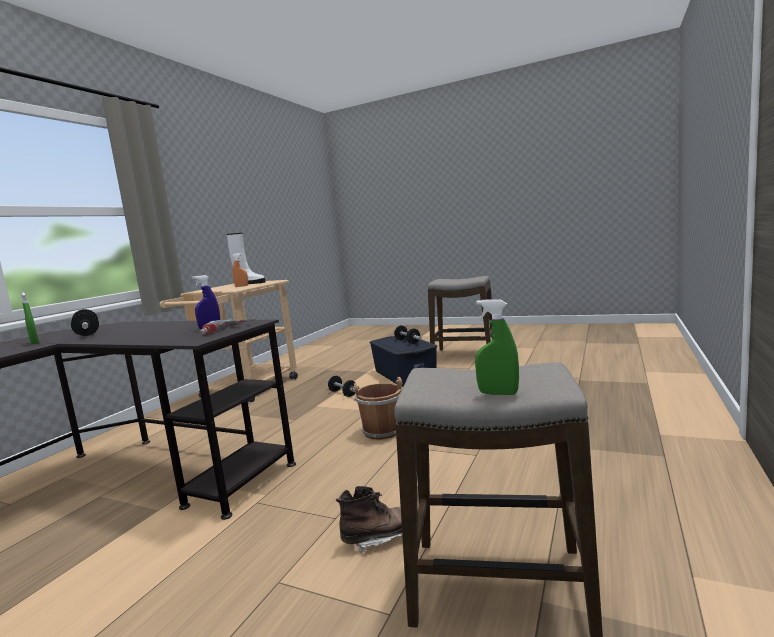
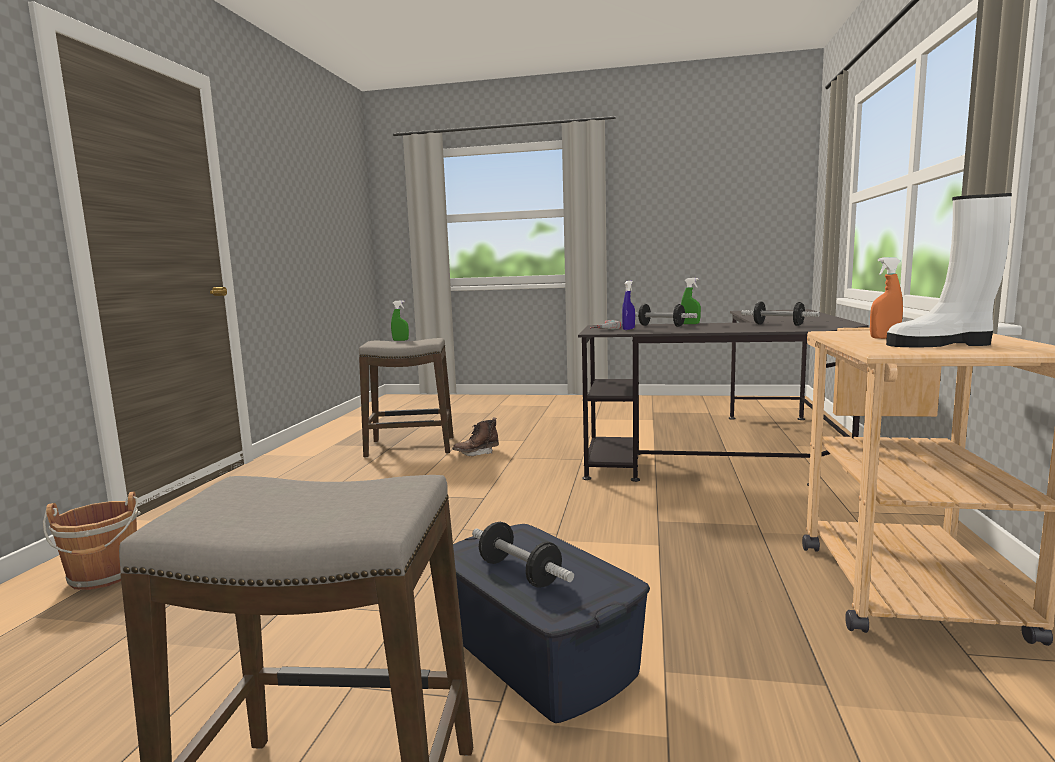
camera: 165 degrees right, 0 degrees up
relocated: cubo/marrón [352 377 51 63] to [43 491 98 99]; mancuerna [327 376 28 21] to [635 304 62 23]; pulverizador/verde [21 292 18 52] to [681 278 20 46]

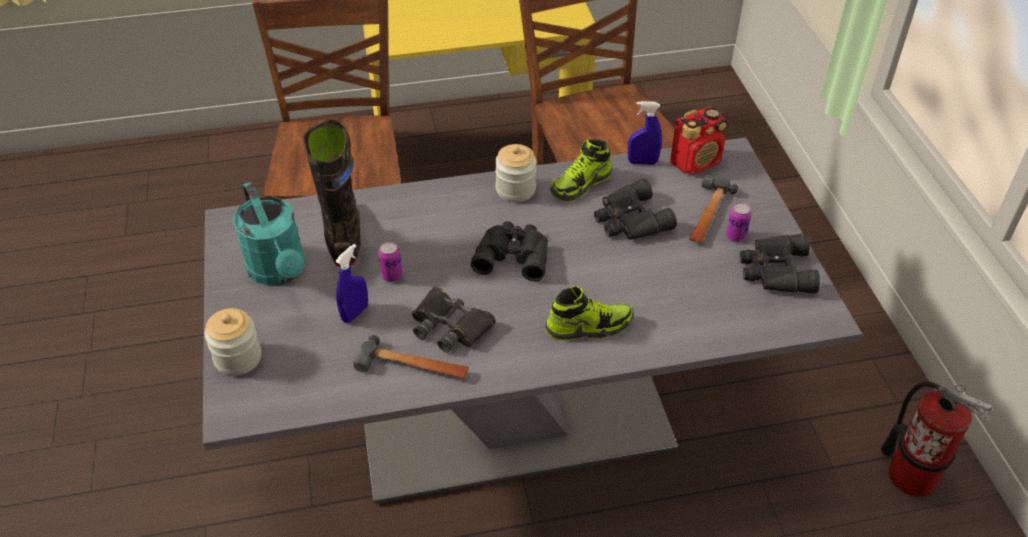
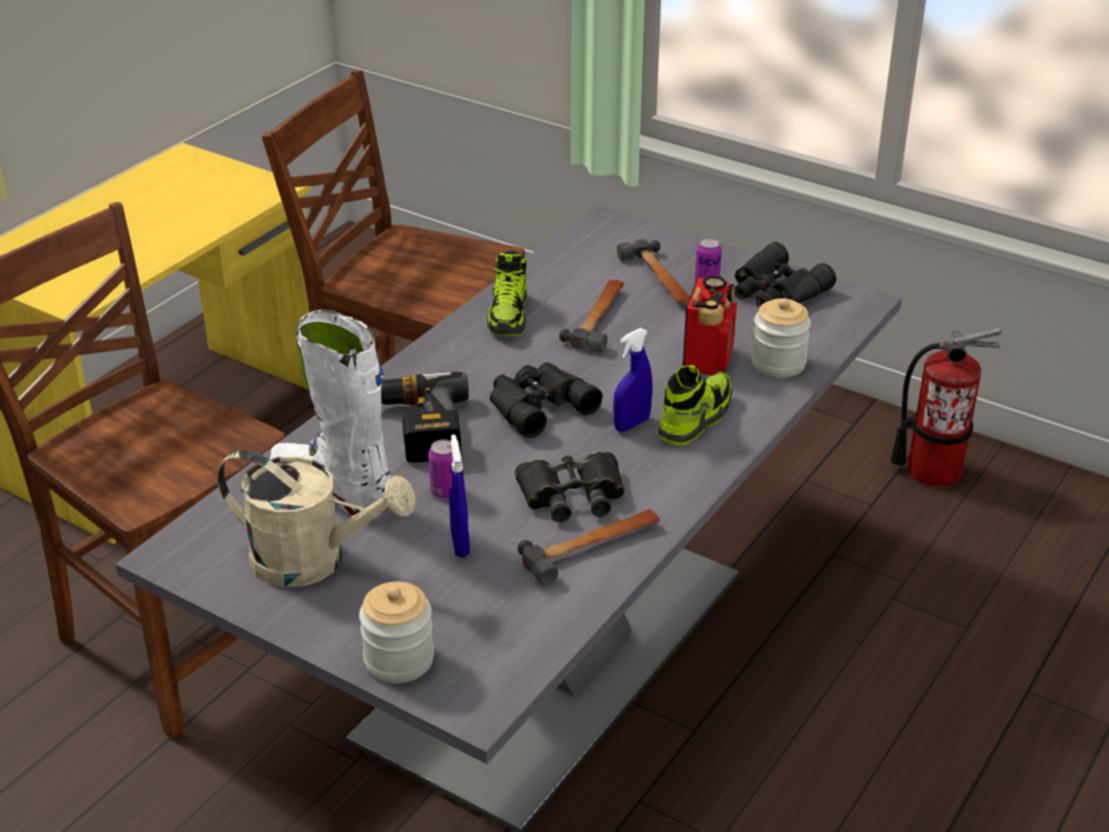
camera: 45 degrees left, 10 degrees down
appeared: taladro [381 372 88 90]
relocated: pulverizador/azul [628 101 34 64] to [613 328 39 104]; radio [670 106 58 69] to [682 276 55 99]; tarro [495 144 42 58] to [751 298 60 80]
exchanged: prismáticos/negro [594 178 83 62] to martillo [559 280 65 72]
colour: regadera/turquesa [233 182 72 104] to regadera/beis [217 450 199 137]; bota/negro [303 119 58 148] to bota/blanco [270 310 122 205]

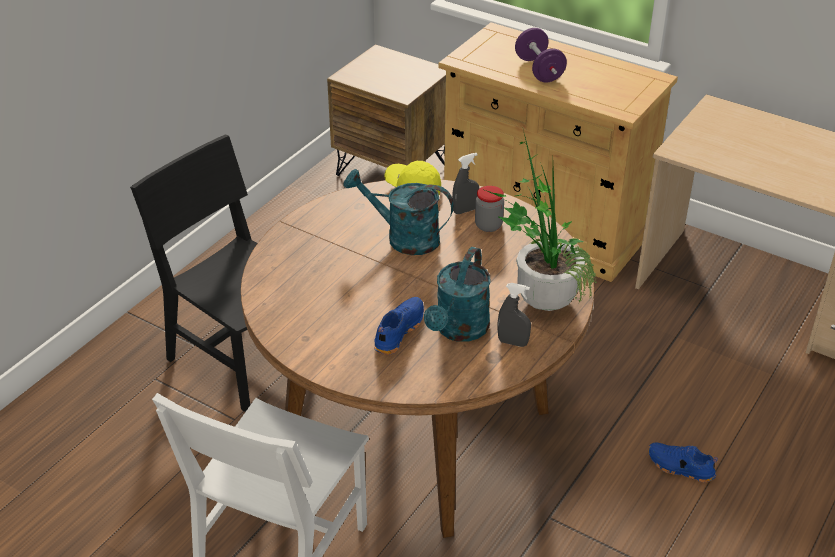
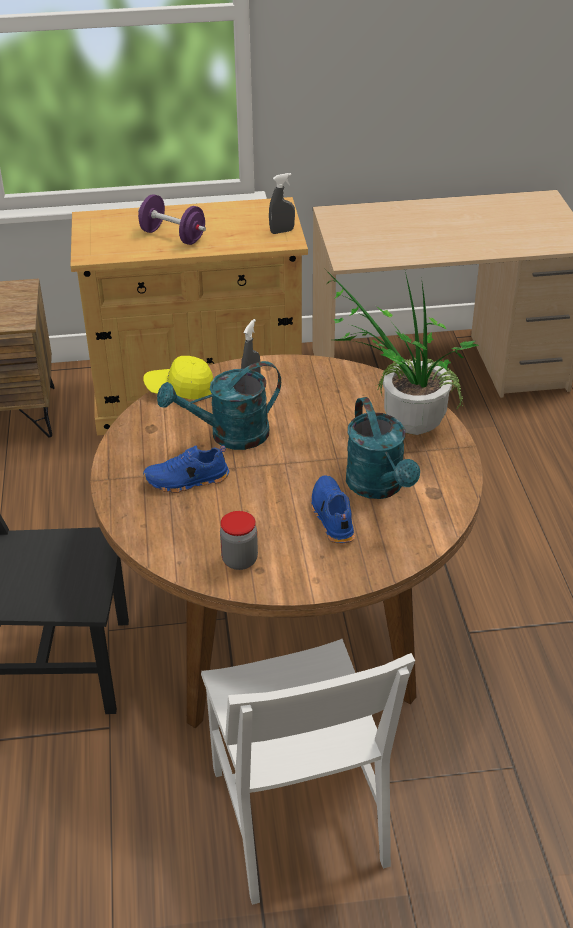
camera: 40 degrees left, 0 degrees up
relocated: zapato/azul [649 443 69 40] to [143 445 86 48]; tarro [475 186 29 46] to [220 511 38 59]; pulverizador/gris [498 283 33 64] to [269 173 26 61]

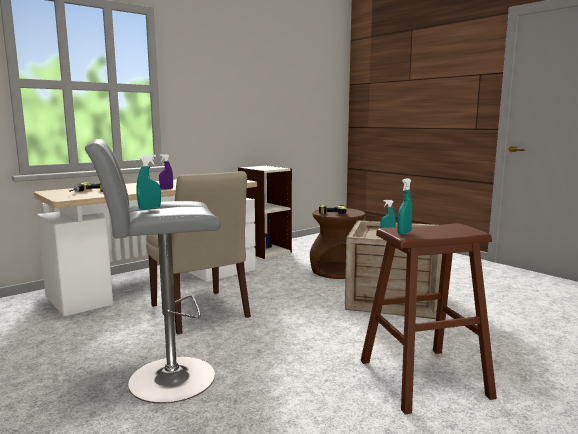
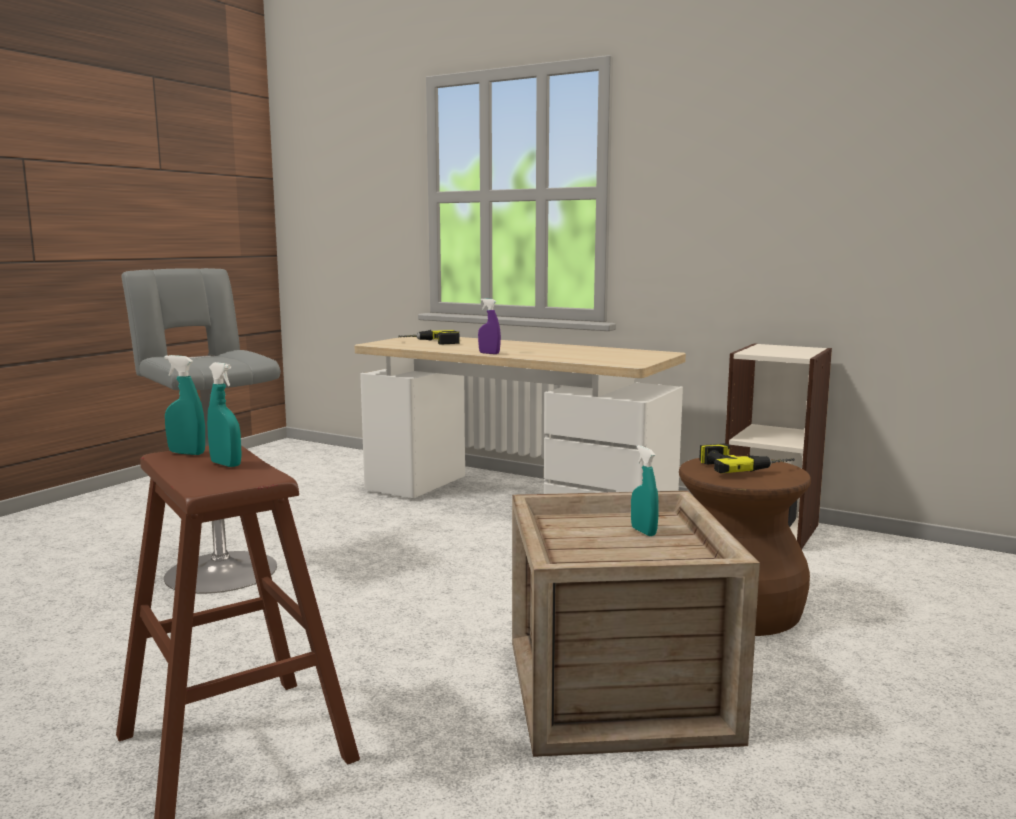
camera: 70 degrees right, 0 degrees up
missing: silla/beis [146 171 105 163]
relocated: pulverizador/turquesa [136 154 25 56] to [207 362 35 105]

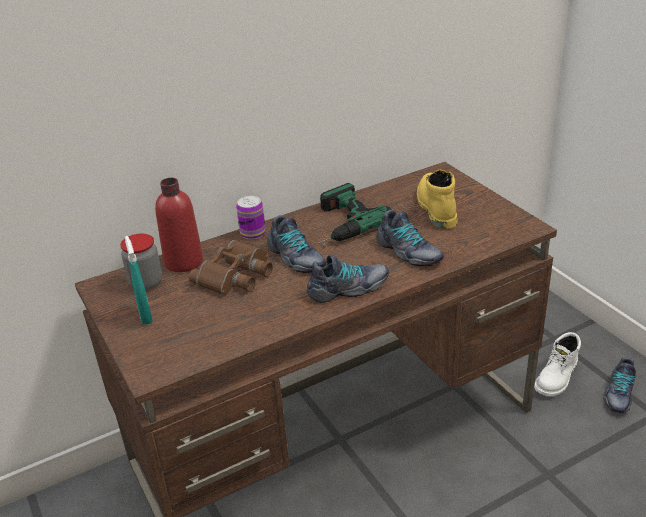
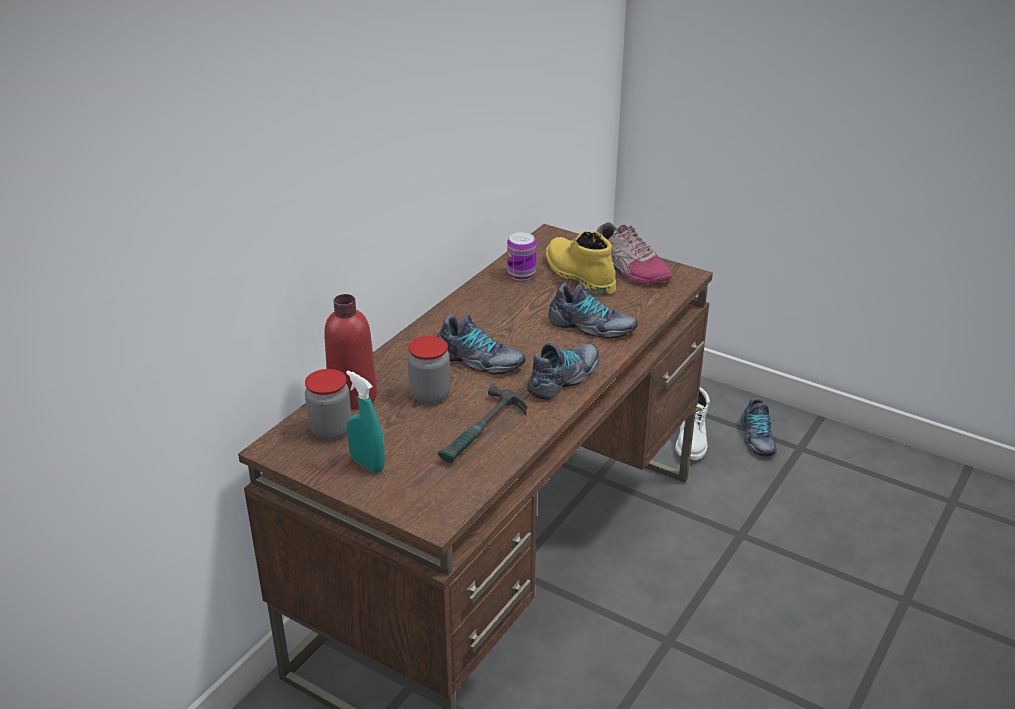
camera: 30 degrees left, 0 degrees up
missing: taladro [318 183 73 61]
appeared: martillo [438 385 89 78]; zapato [596 222 76 62]
relocated: lata [236 196 30 44] to [507 232 29 48]
exchanged: prismáticos/marrón [189 240 84 55] to tarro [407 336 43 68]

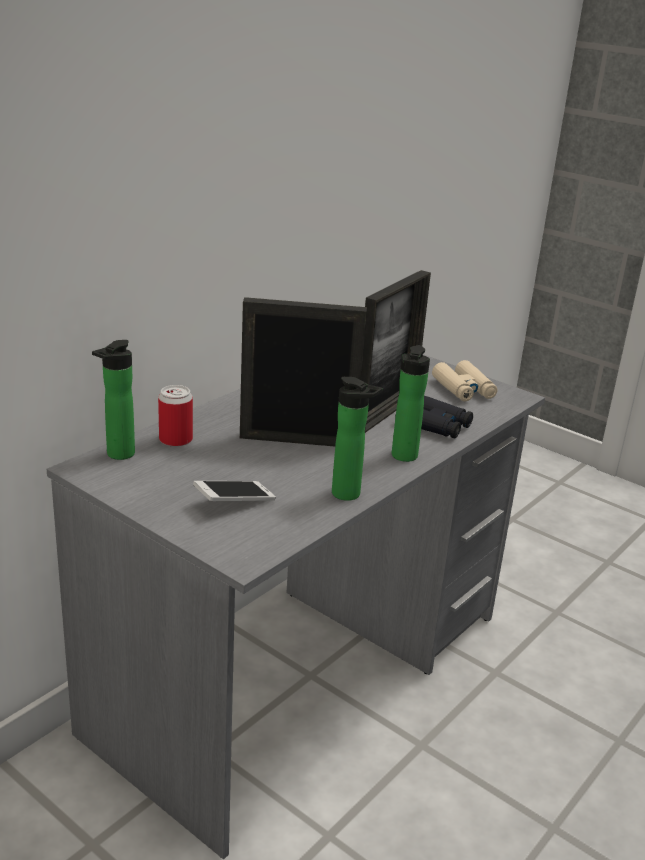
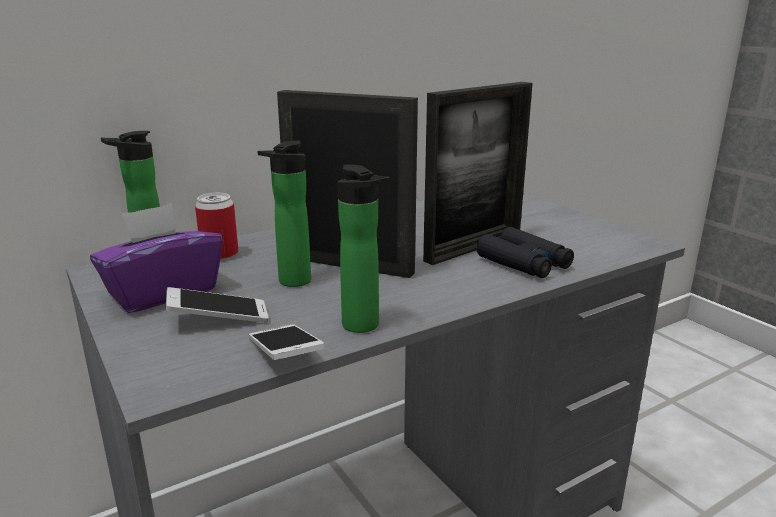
camera: 20 degrees right, 5 degrees down
missing: prismáticos/beis [432 360 65 41]
appeared: caja de pañuelos/morado [90 204 133 109]; móvil [249 324 76 36]
relocated: botella [392 345 38 117] to [258 141 53 146]

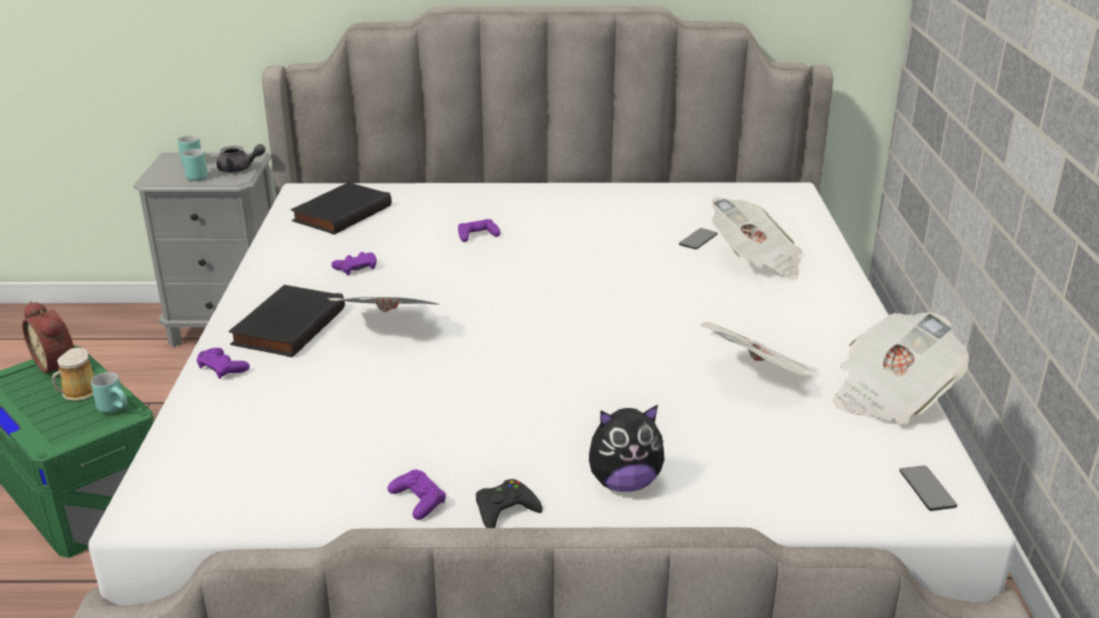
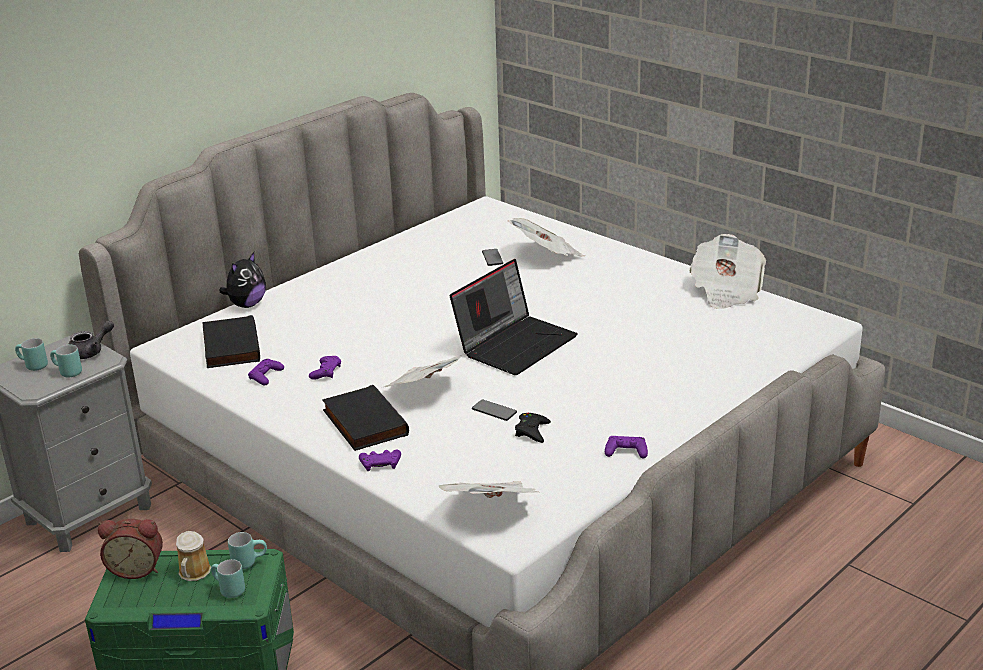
camera: 45 degrees left, 0 degrees up
appeared: taza grande/turquesa [211 559 34 39]; portátil [450 259 128 116]
relocated: peluche [589 405 75 87] to [220 252 46 56]; mando de consola/morado [458 219 42 23] to [248 359 36 26]; periódico [701 322 117 55] to [438 481 100 17]; móvil [900 466 57 45] to [472 399 45 22]; mando de consola/negro [476 479 66 49] to [515 412 36 31]

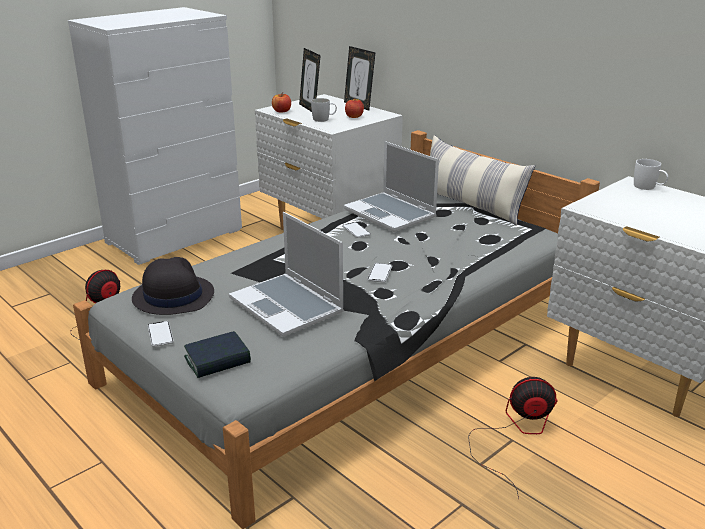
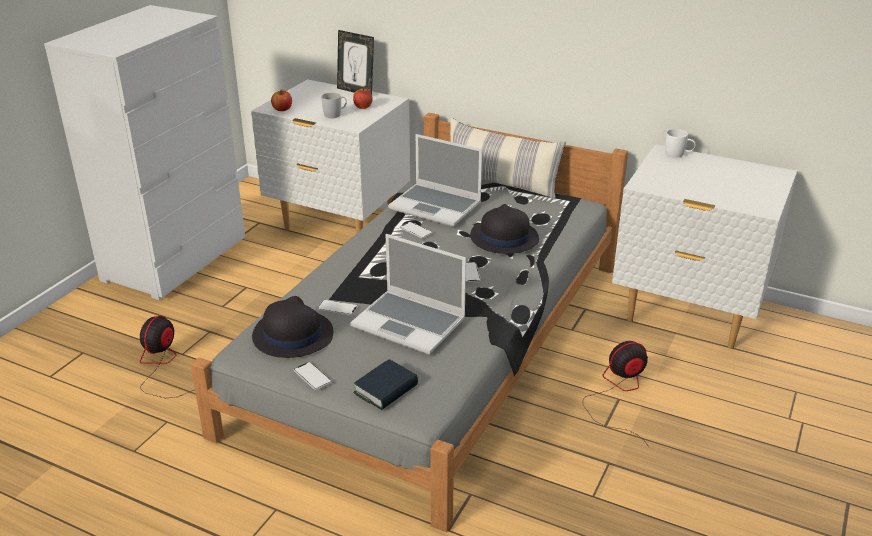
camera: 20 degrees left, 5 degrees up
missing: portarretratos [299 48 22 64]
appeared: móvil [317 299 41 17]; sombrero/negro [470 204 69 50]

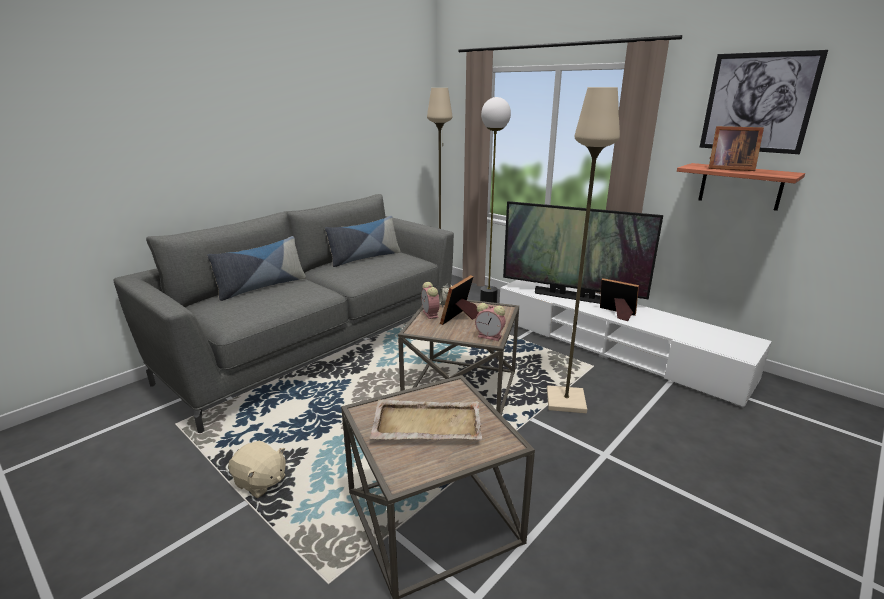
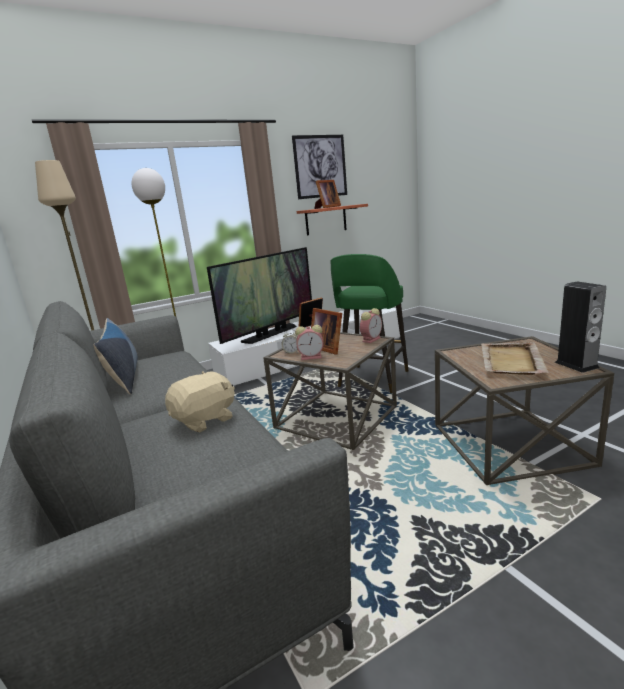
camera: 70 degrees left, 5 degrees down
missing: cojín [207 236 99 65]
appeared: altavoz [555 281 51 92]
relocated: peluche/beis [228 441 58 57] to [165 371 70 61]
exchanged: lámpara de pie/beis [547 87 73 326] to taburete/verde [330 254 79 139]

